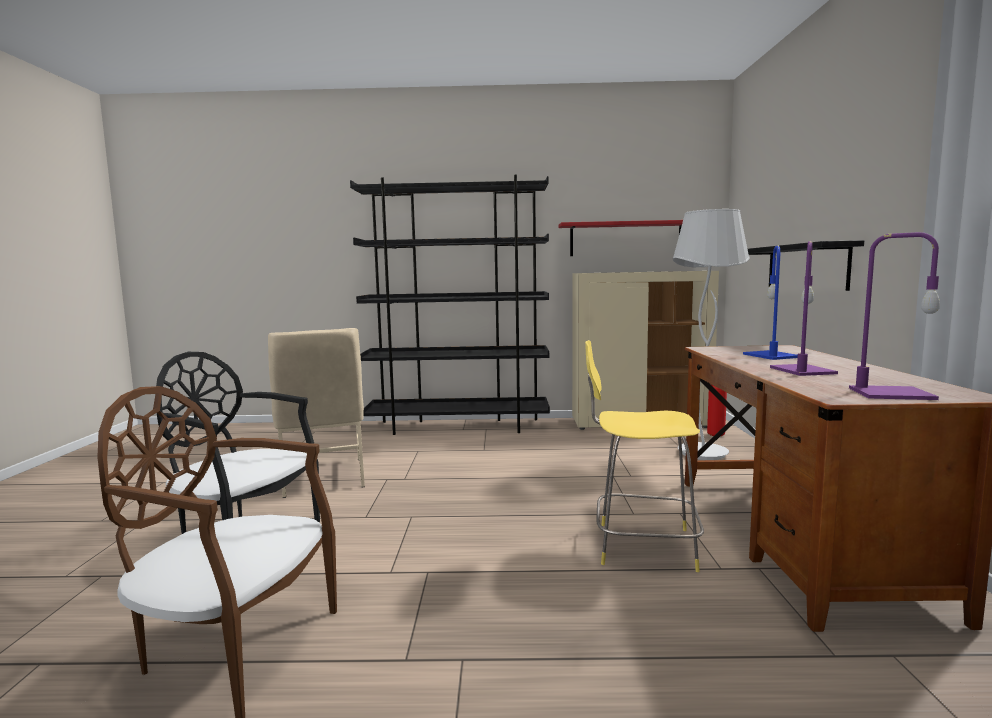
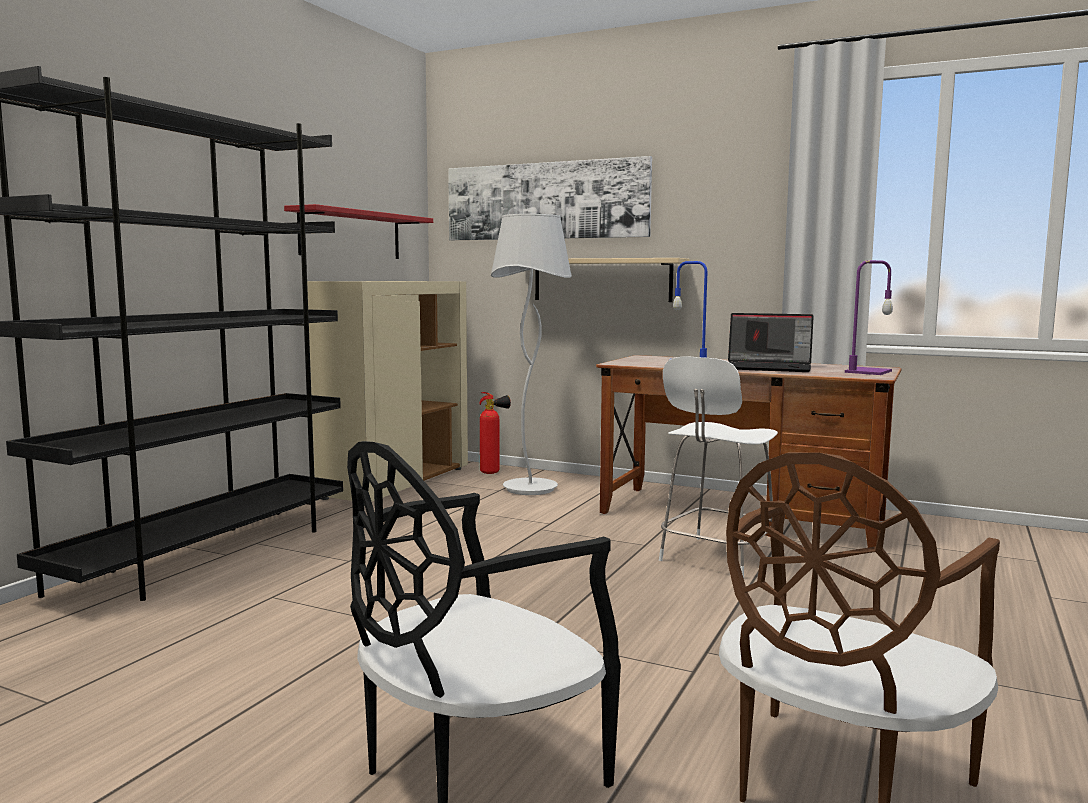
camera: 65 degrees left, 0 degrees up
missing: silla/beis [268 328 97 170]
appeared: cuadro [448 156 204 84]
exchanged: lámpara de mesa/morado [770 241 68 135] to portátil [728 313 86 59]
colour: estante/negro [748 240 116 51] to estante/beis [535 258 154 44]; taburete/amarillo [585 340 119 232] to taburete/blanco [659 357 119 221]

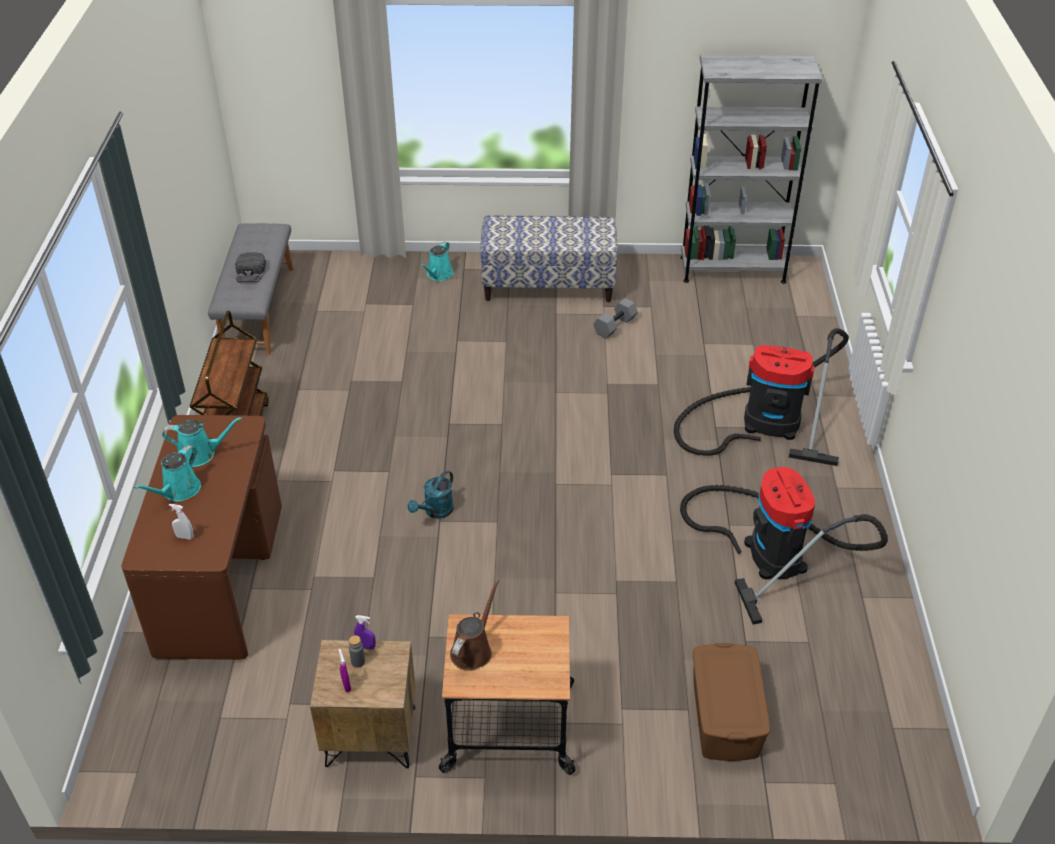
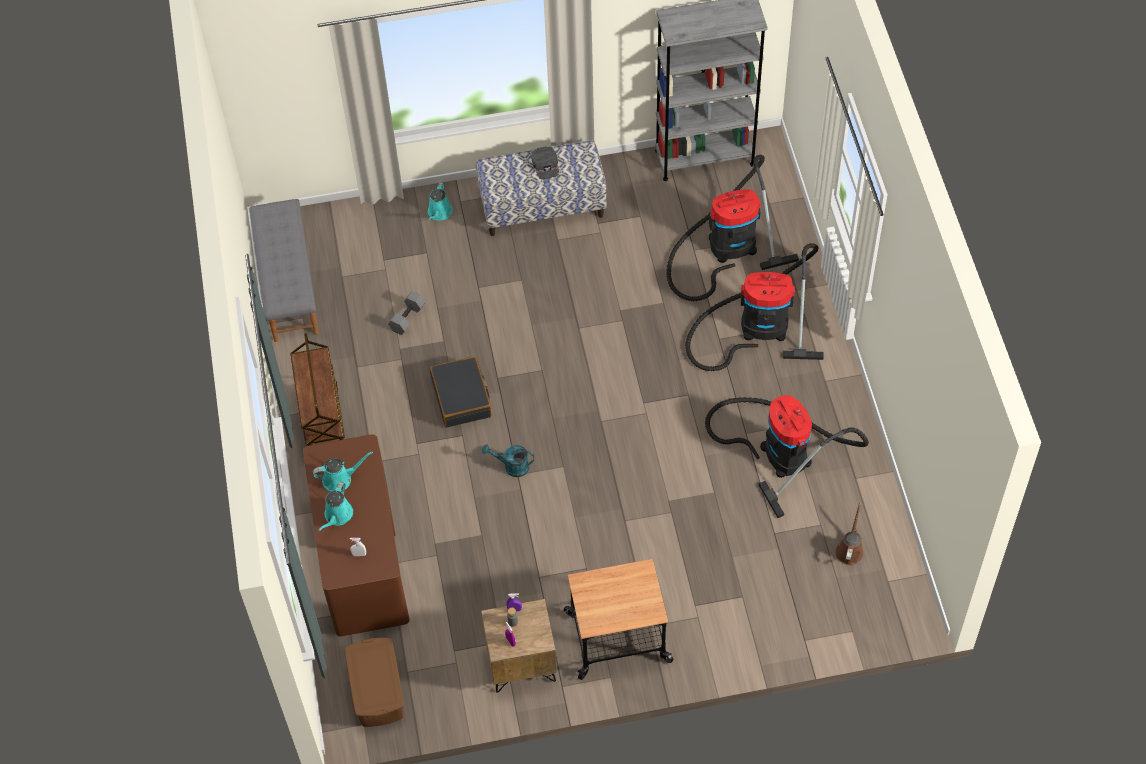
camera: 10 degrees left, 15 degrees up
appeared: maleta/negro [430 356 61 72]; aspiradora [666 155 133 146]
relocated: caja de almacenaje/marrón [693 643 77 118] to [345 638 59 89]; mancuerna/gris [593 298 45 41] to [388 291 38 44]; gorra/negro [235 252 31 31] to [531 146 28 33]; regadera/marrón [450 579 49 92] to [836 502 27 63]
spun: regadera/turquesa [407 470 47 49] = [482 444 53 33] 75 degrees clockwise

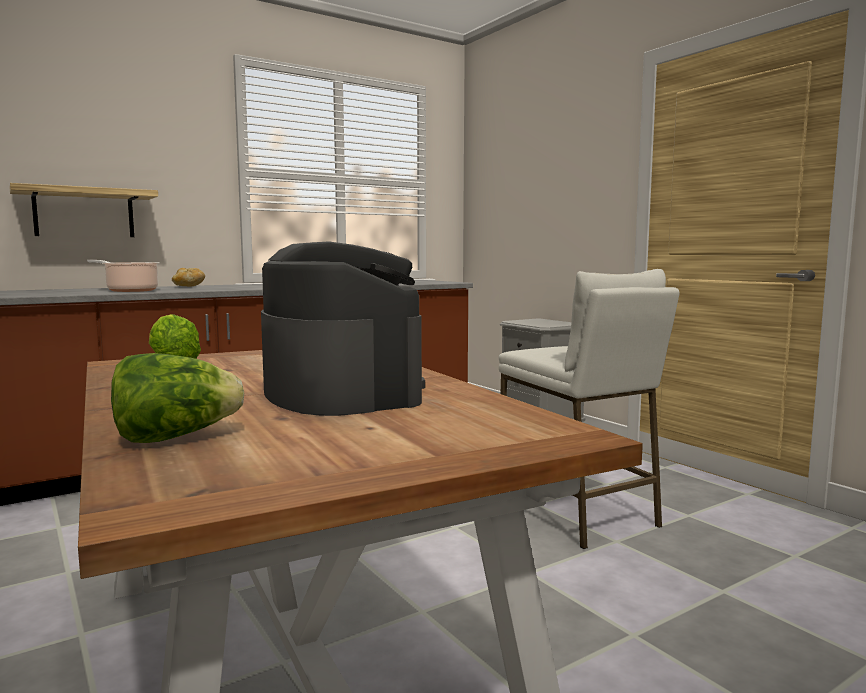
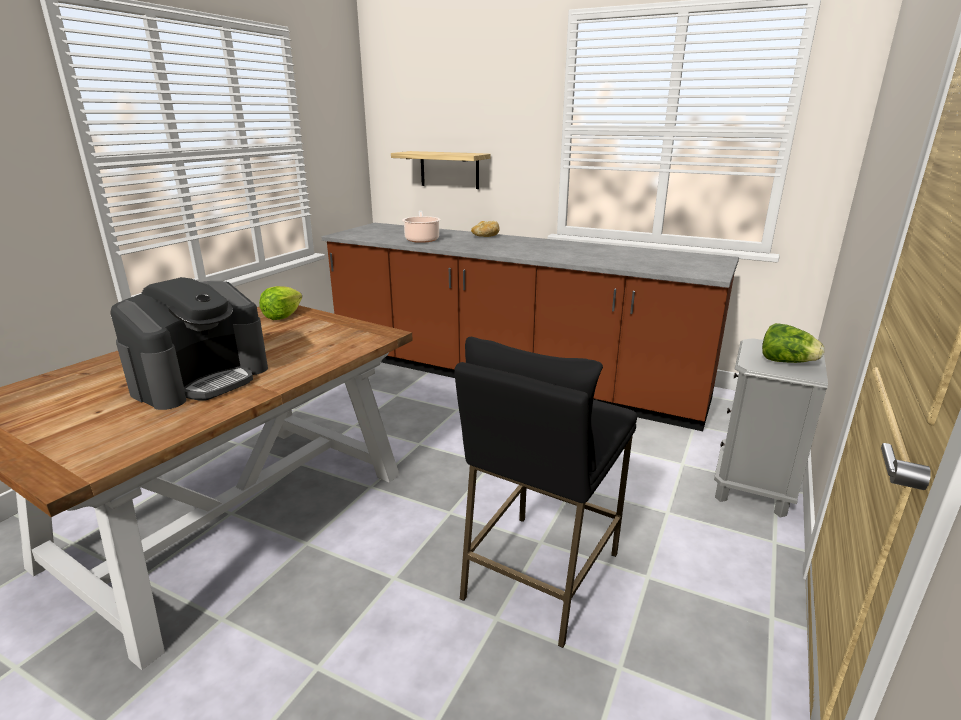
camera: 60 degrees right, 15 degrees up
relocated: lechuga [111 353 133 90] to [762 323 62 40]
colour: taburete/blanco [499 269 181 280] to taburete/negro [454 336 183 312]

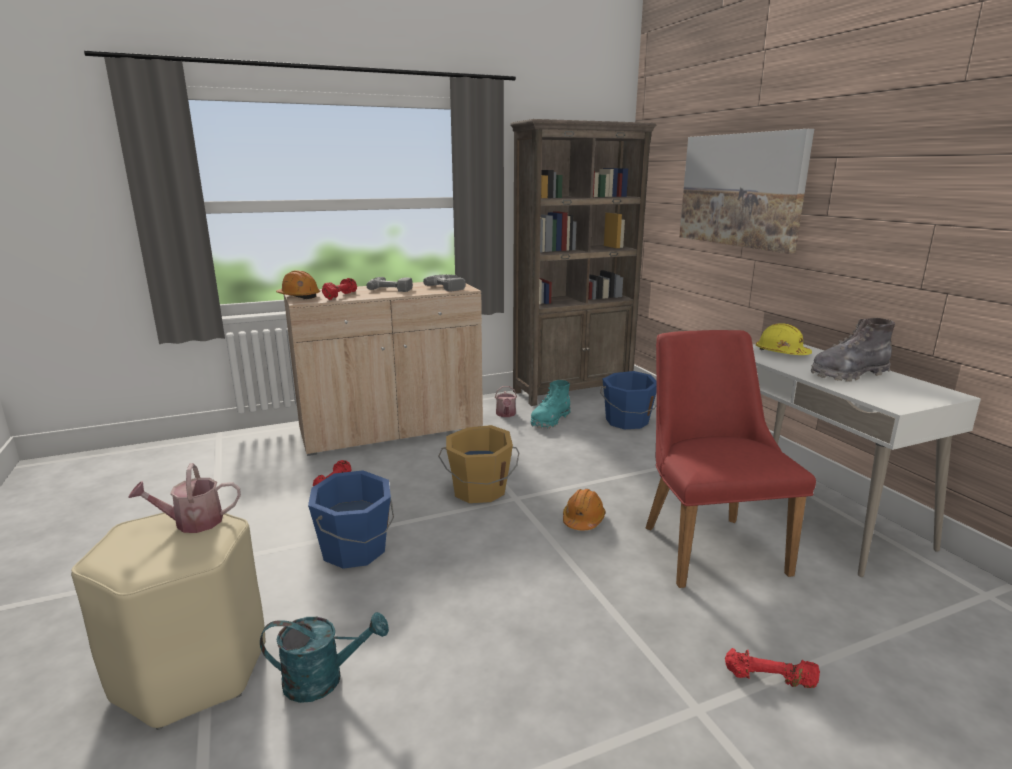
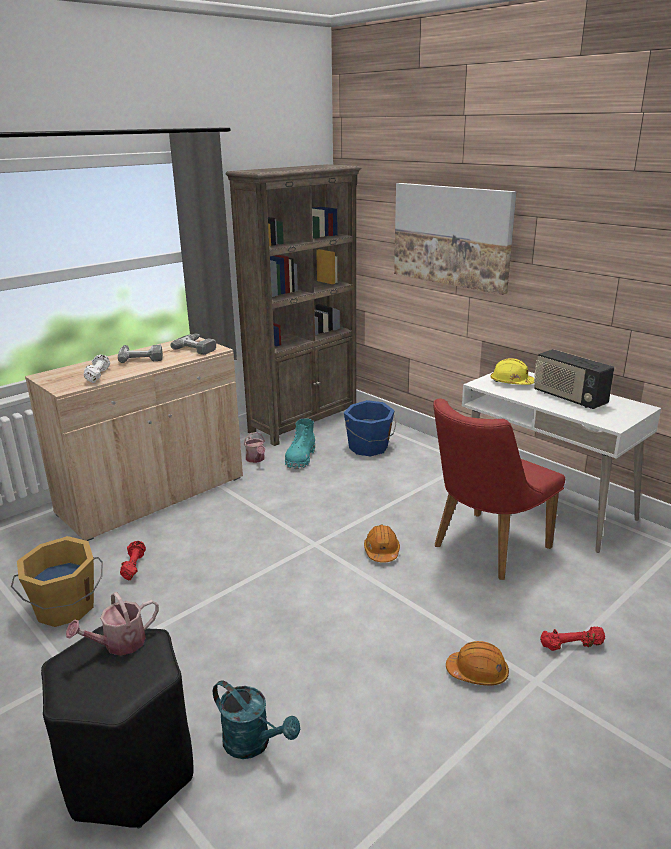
camera: 20 degrees left, 5 degrees up
missing: cubo/azul [308 470 86 99]
relocated: cubo/naranja [438 425 81 78] to [11 536 92 91]; casco/naranja [276 270 44 29] to [446 641 63 44]
exchanged: bota/gris [811 318 84 64] to radio [534 349 80 60]
colour: taburete/beis [71 512 194 218] to taburete/negro [41 626 153 202]; mancuerna/rojo [322 278 35 22] to mancuerna/blanco [84 355 26 28]
spun: regadera/turquesa [260 612 129 91] = [213 680 87 79] 60 degrees clockwise; silla/rojo [645 330 171 258] = [433 399 132 181] 105 degrees counterclockwise

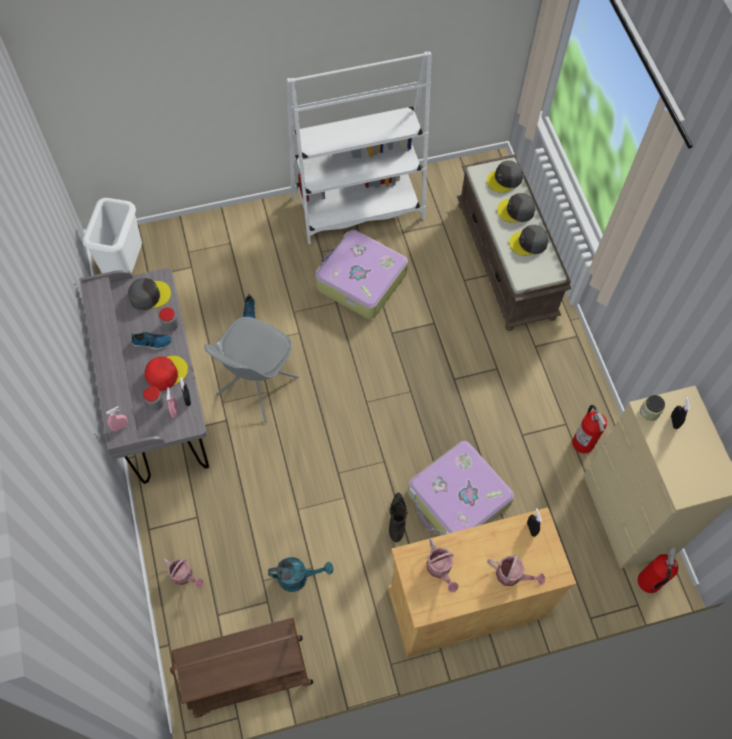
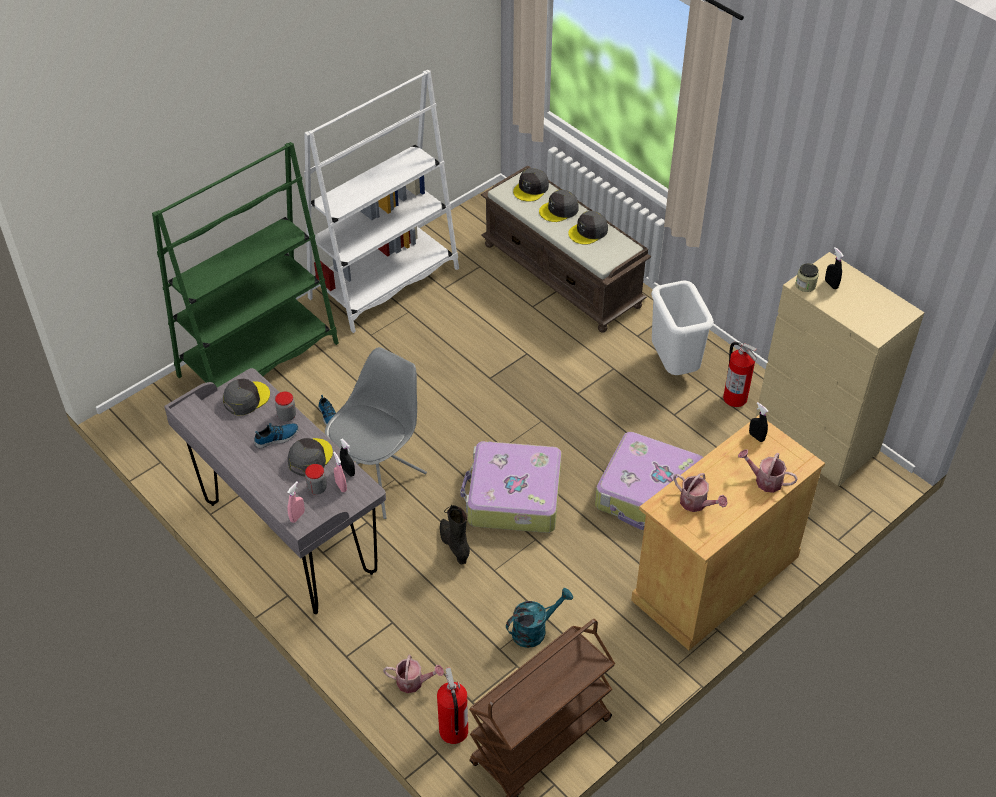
camera: 25 degrees left, 15 degrees down
appeared: estantería/verde [152 142 187 246]
relocated: extintor [637 547 42 46] to [437 667 31 77]; bota/negro [389 493 19 49] to [440 505 30 59]; maleta [315 230 93 89] to [460 441 102 92]; papelera/blanco [82 198 60 75] to [651 280 63 95]
colour: gorra/rojo [144 356 44 35] to gorra/gris [288 438 45 39]
spun: silla/gris [204 317 95 106] = [325 347 102 172] 150 degrees counterclockwise; regadera [487 555 58 31] = [738 449 60 44] 150 degrees counterclockwise

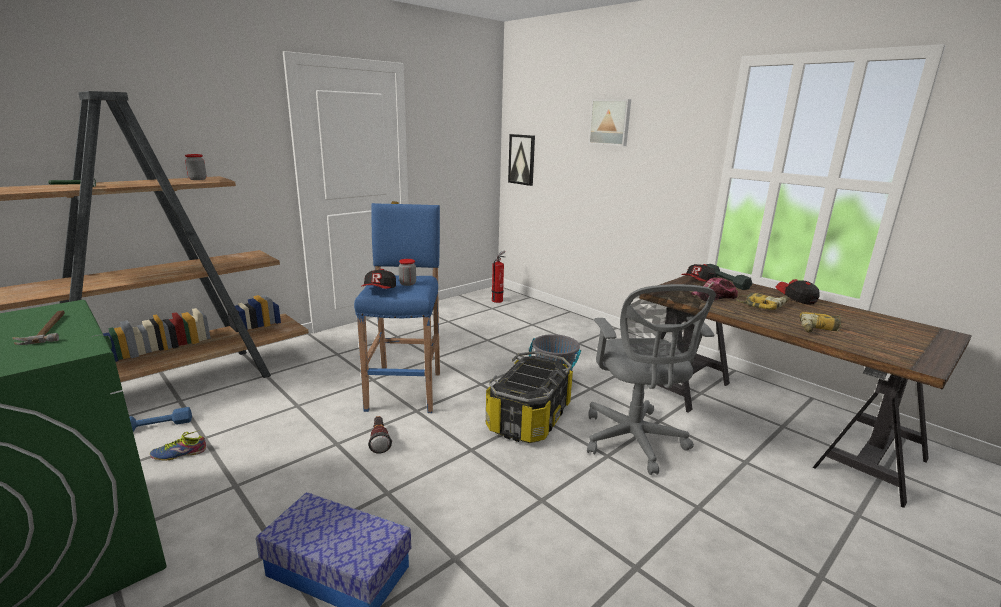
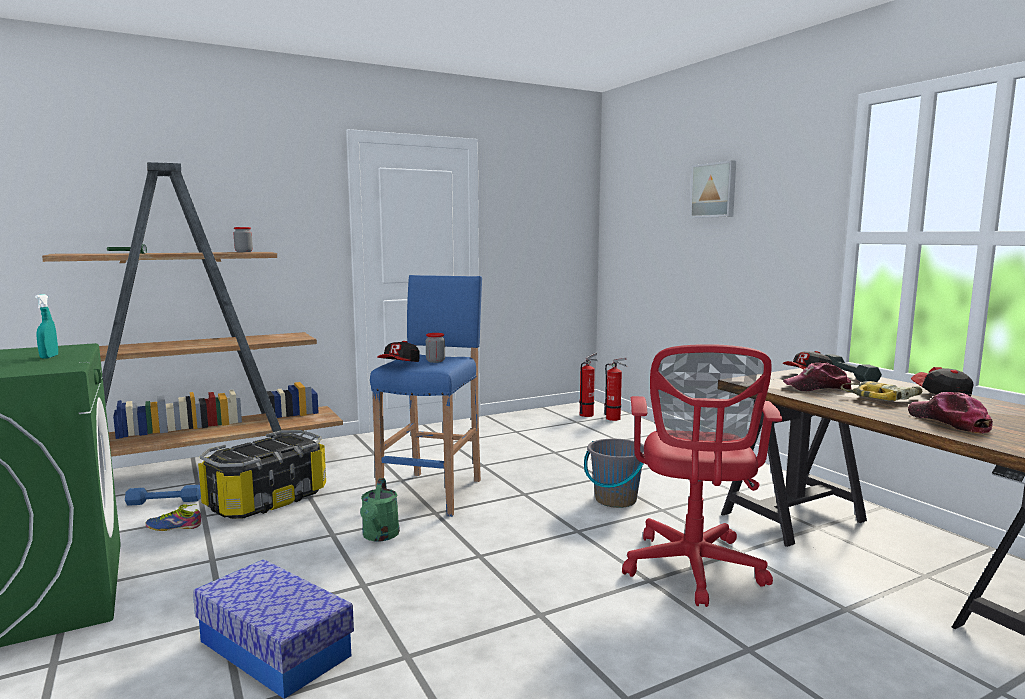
camera: 15 degrees right, 10 degrees down
missing: cuadro [508 134 27 52]
appeared: extintor [604 358 24 63]
relocated: caja de almacenaje [486 351 87 92] to [198 430 128 89]
exchanged: martillo [12 310 53 35] to pulverizador/turquesa [35 294 23 65]; linterna [368 416 24 38] to regadera/verde [360 478 40 64]; taladro [800 312 41 20] to gorra [908 392 85 41]
colour: silla de oficina/gris [587 284 129 191] to silla de oficina/rojo [622 344 160 263]

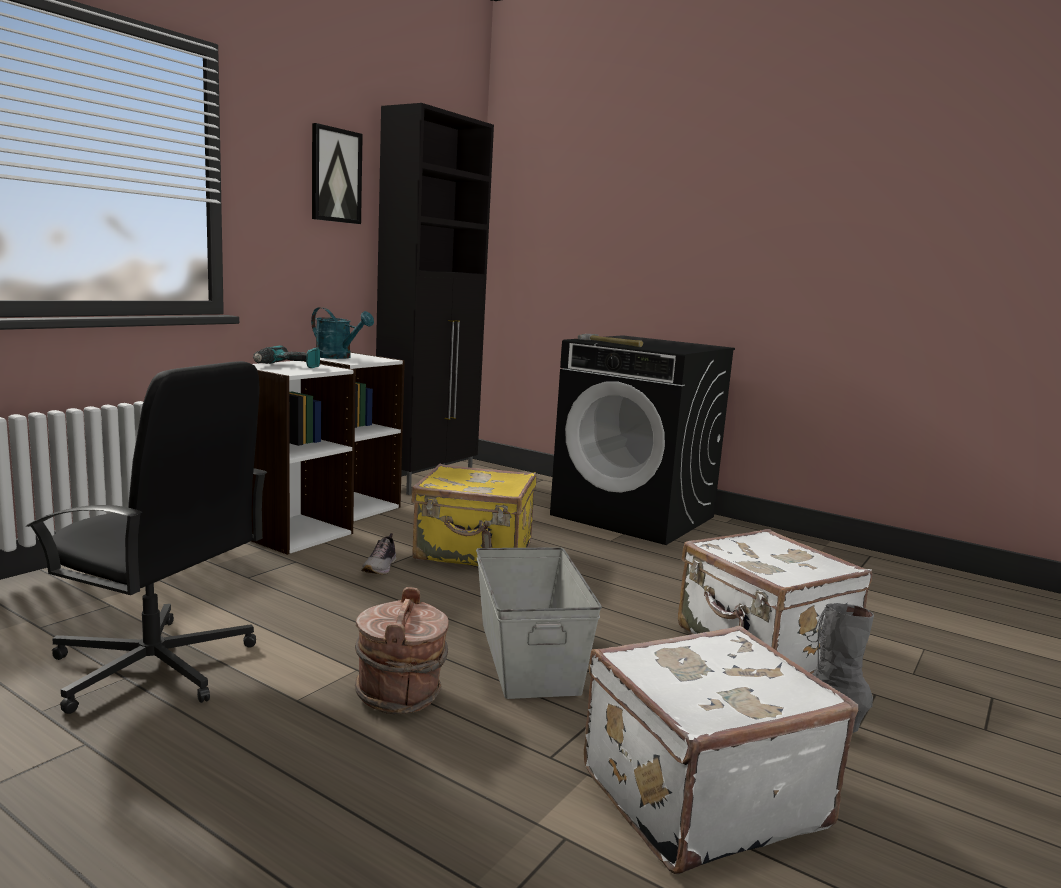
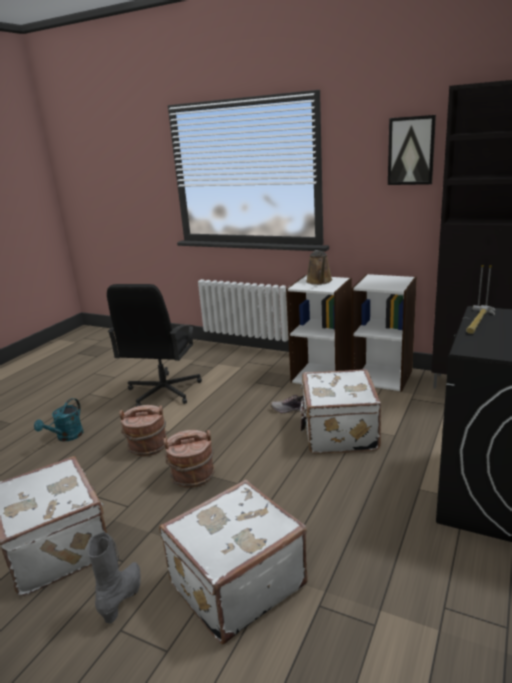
camera: 85 degrees right, 10 degrees up
relocated: regadera/turquesa [311 307 63 52] to [34 398 49 43]
exchanged: caja de almacenaje/gris [476 547 126 152] to cubo/marrón [163 430 51 58]; taladro [253 345 67 23] to regadera/marrón [306 250 27 35]
colour: maleta/amarillo [411 463 125 103] to maleta/blanco [300 369 81 85]

